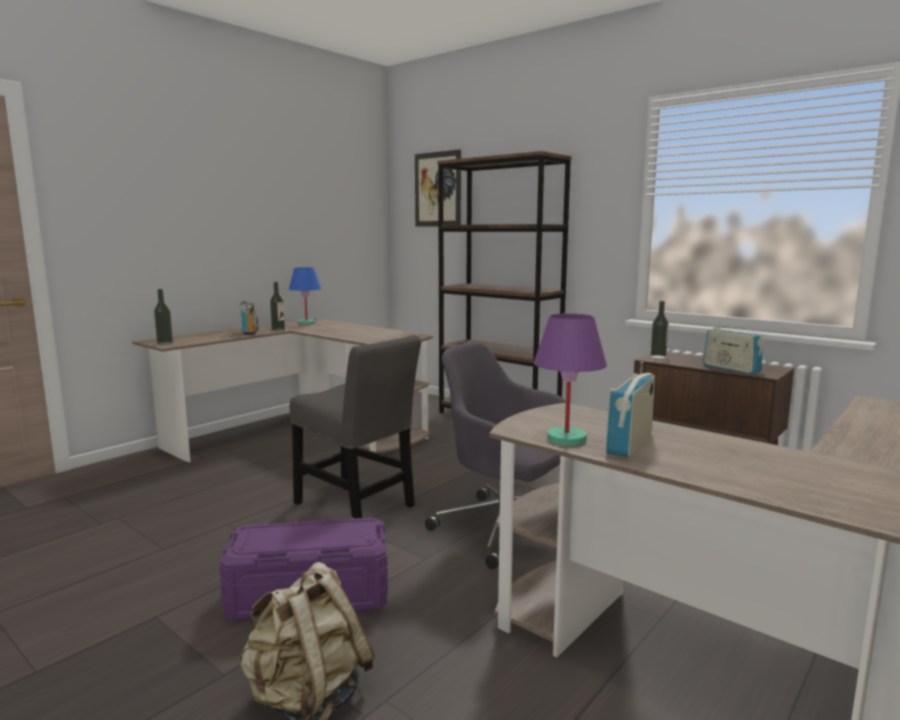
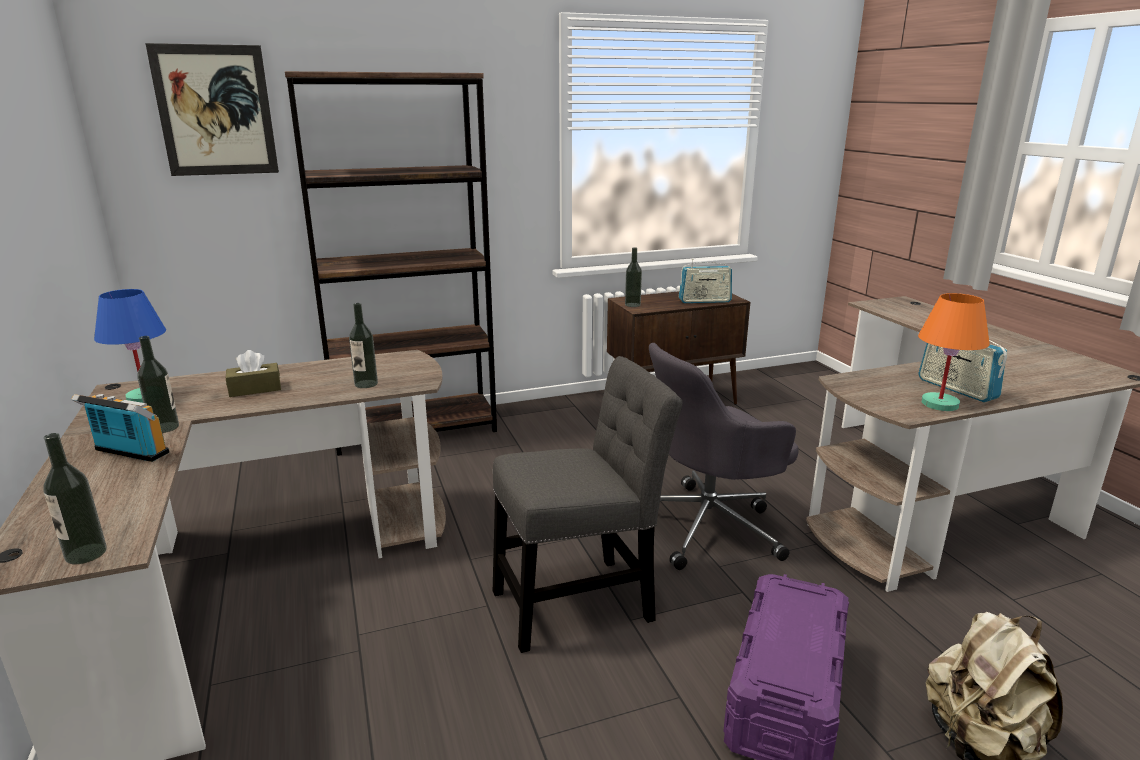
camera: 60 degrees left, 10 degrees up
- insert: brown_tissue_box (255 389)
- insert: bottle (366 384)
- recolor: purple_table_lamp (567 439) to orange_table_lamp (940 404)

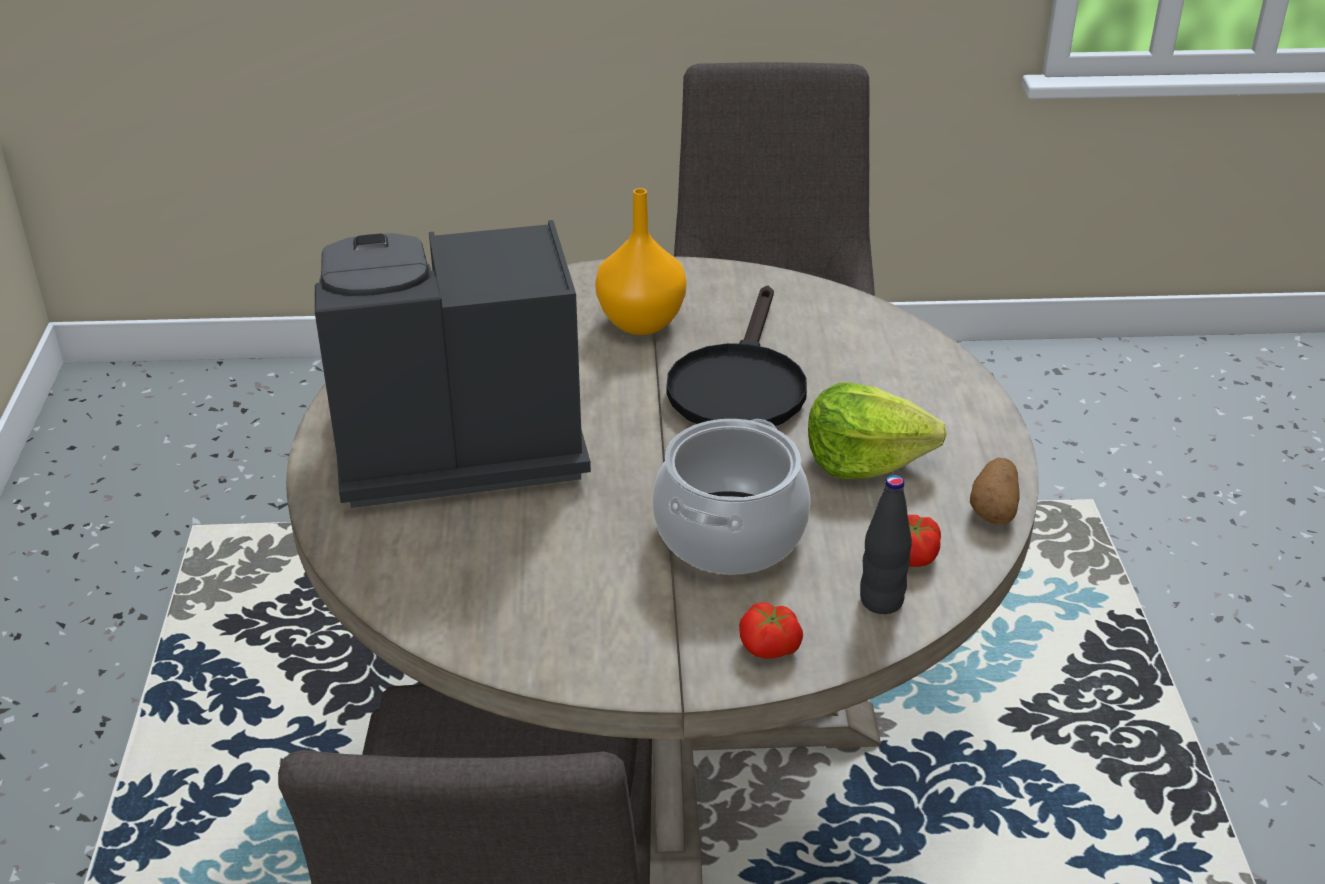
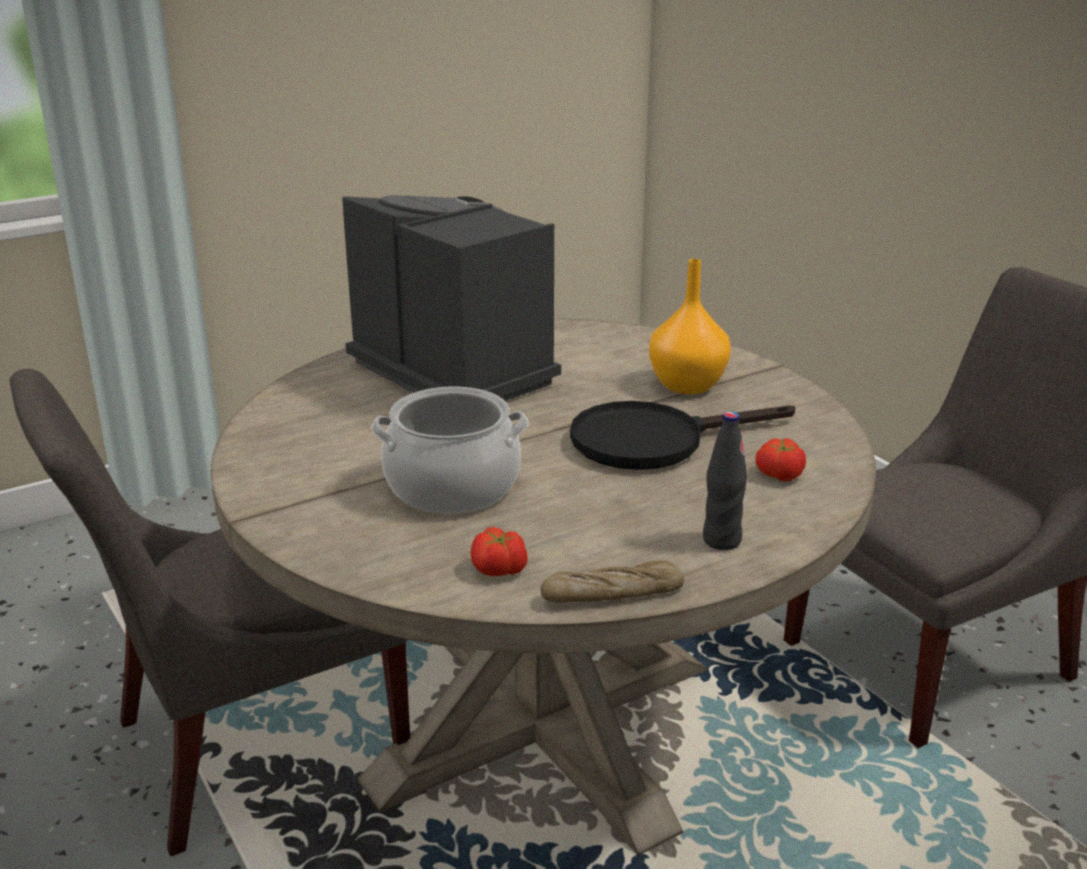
camera: 60 degrees right, 10 degrees down
- delete: lettuce (865 460)
- move: tomato (769 647) to (779 475)
- move: black_bottle (881 601) to (721 541)
- replace: potato (994 508) to bread (612 594)

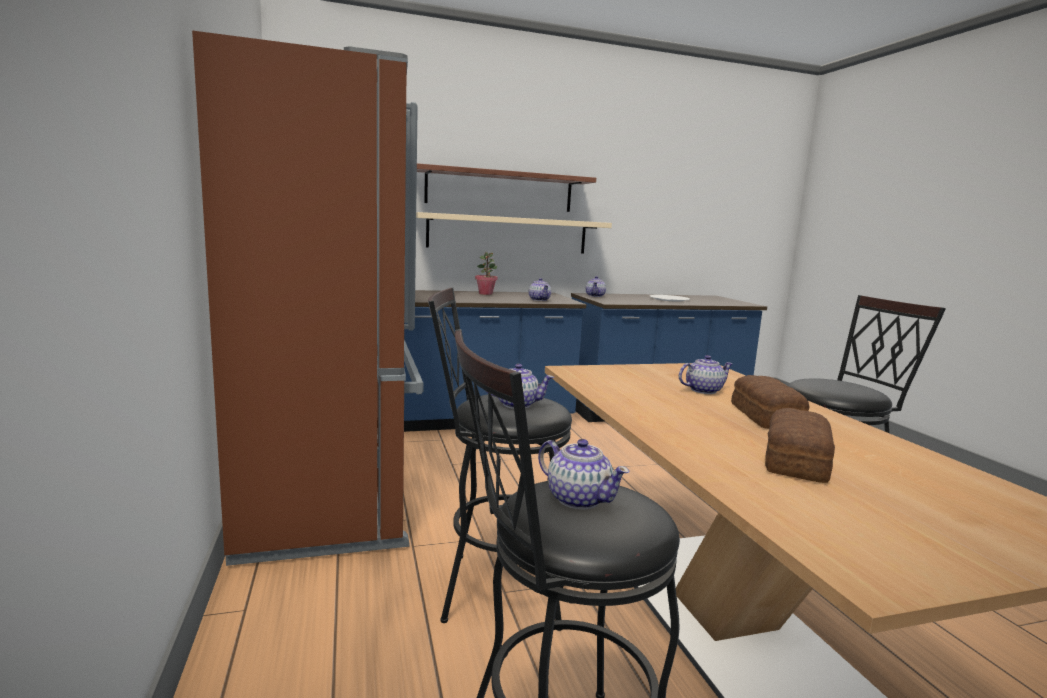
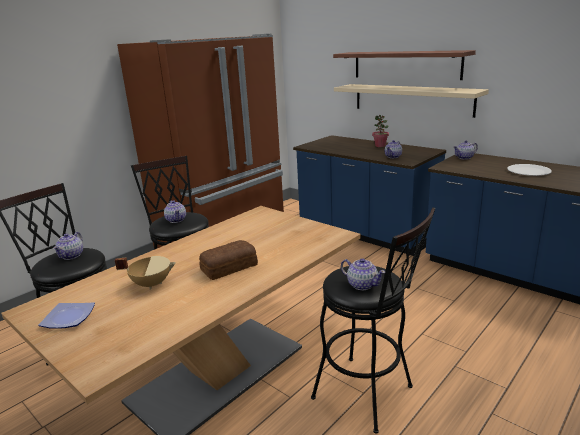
camera: 60 degrees right, 10 degrees up
- insert: plate (70 317)
- move: teapot (703 390) to (362 285)
- replace: bread (794 461) to beige_cooking_pot (151 284)

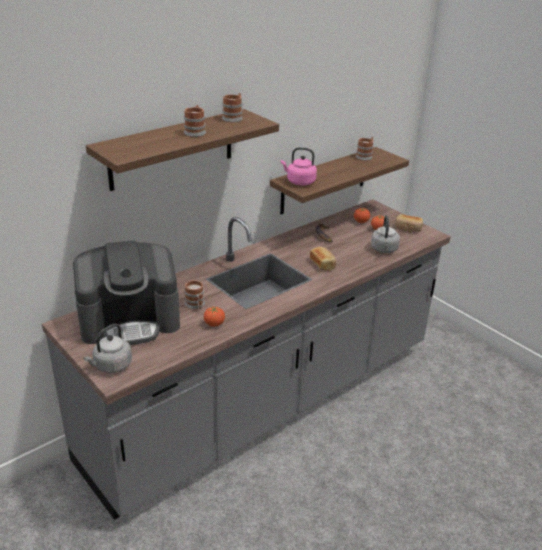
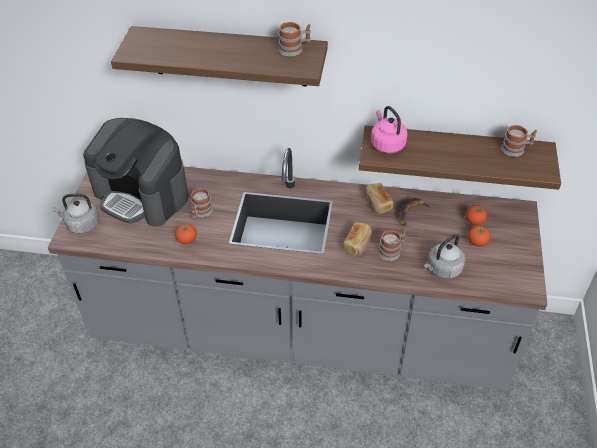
camera: 50 degrees right, 15 degrees up
- move: mug (195 131) to (392 251)
- move: bread (408 228) to (377 203)

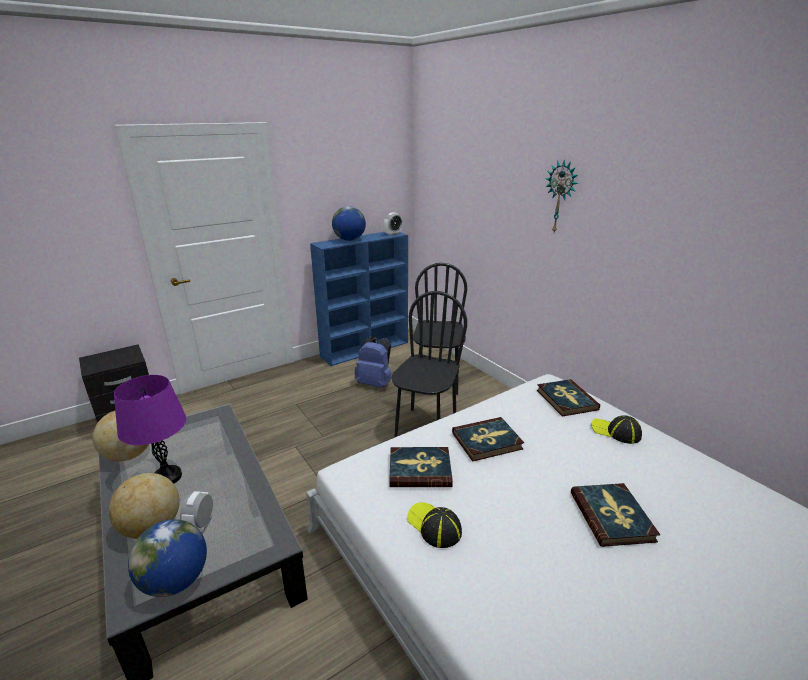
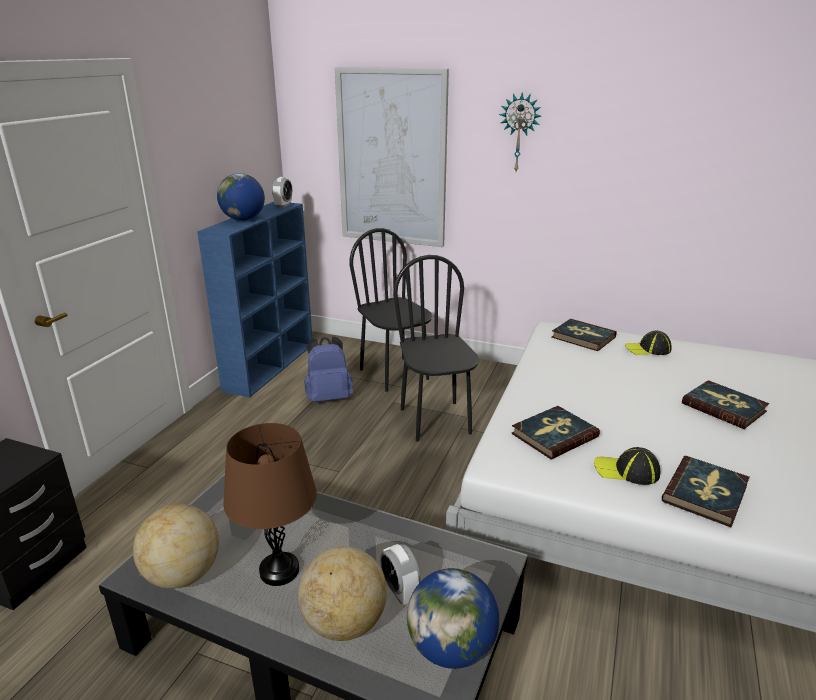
camera: 35 degrees left, 0 degrees up
- insert: picture (392 159)
- move: book (487 441) to (705 493)
- recolor: purple_table_lamp (167 477) to brown_table_lamp (279 570)

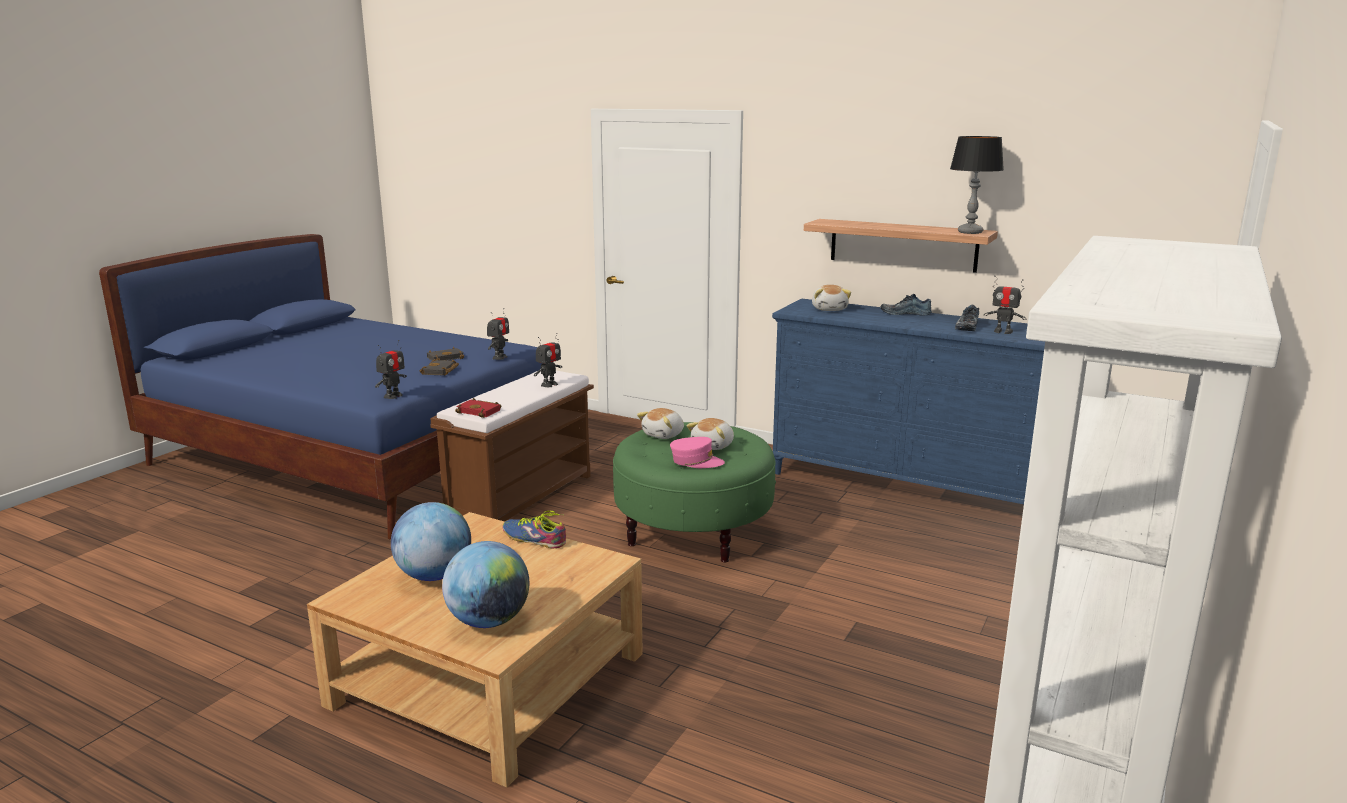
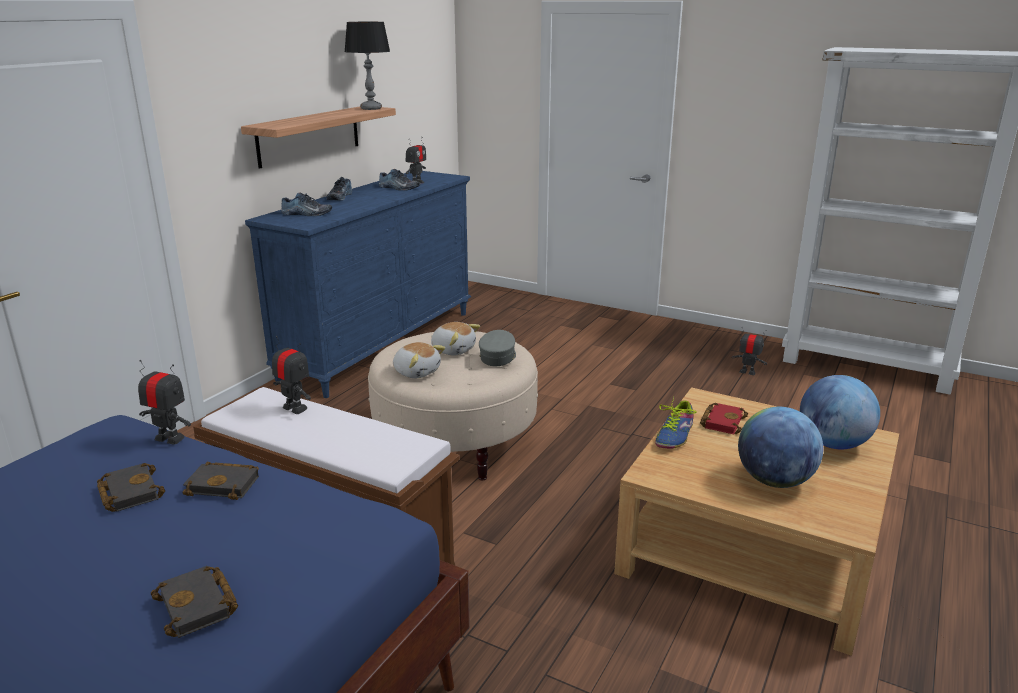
camera: 90 degrees left, 5 degrees up
- insert: black_book (199 606)
- move: toy_robot (393 396) to (747 372)
- move: red_book (480 411) to (722 421)
- replace: plush_toy (830 309) to shoe (306 214)
- recolor: green_ottoman (694 531) to beige_ottoman (455 443)
- recolor: pink_cap (696 461) to grey_cap (498 357)

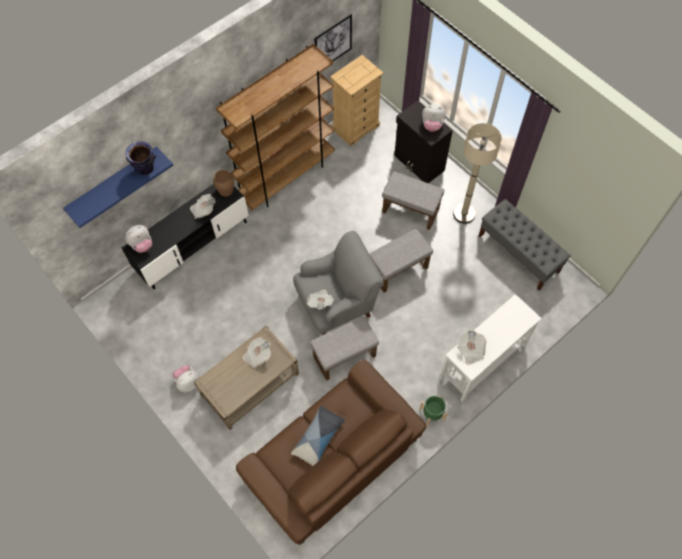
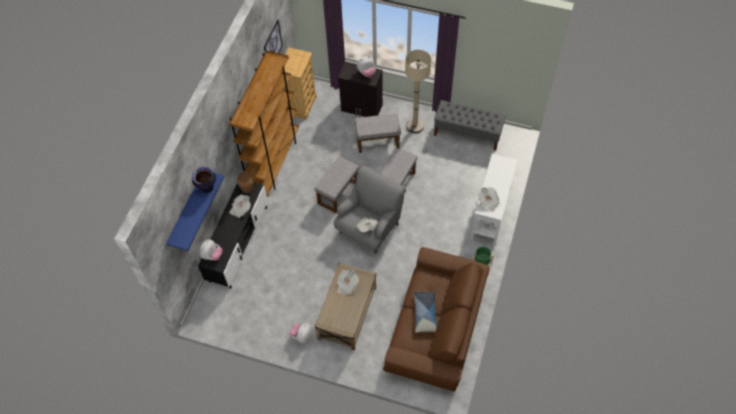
camera: 30 degrees left, 5 degrees down
- move: grey_ottoman (344 357) to (338 193)

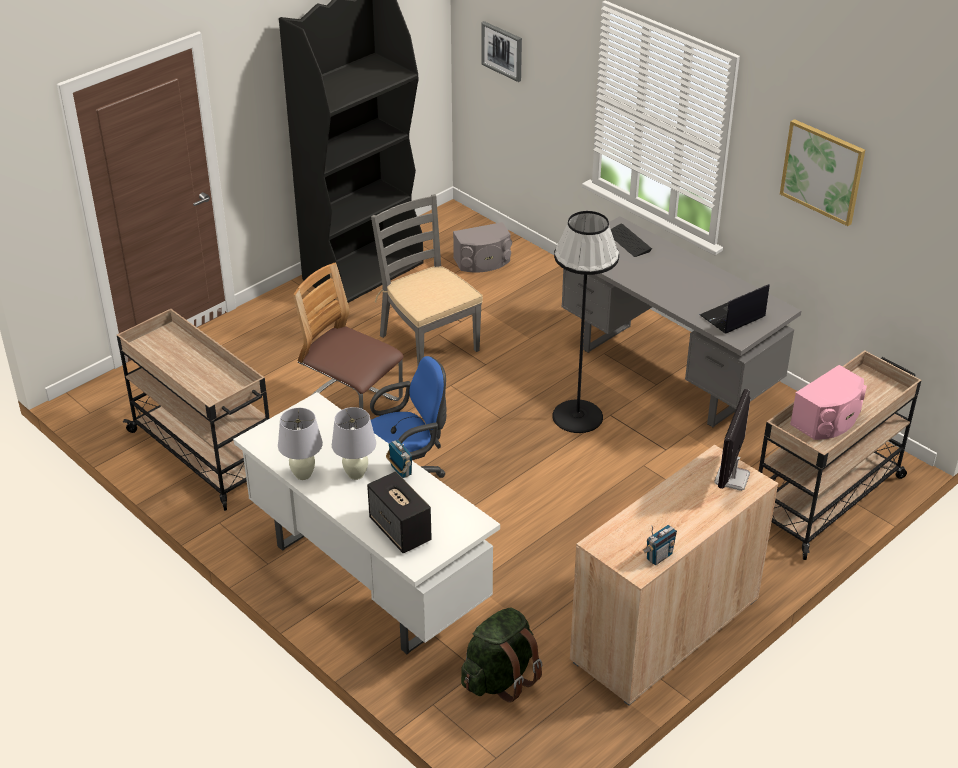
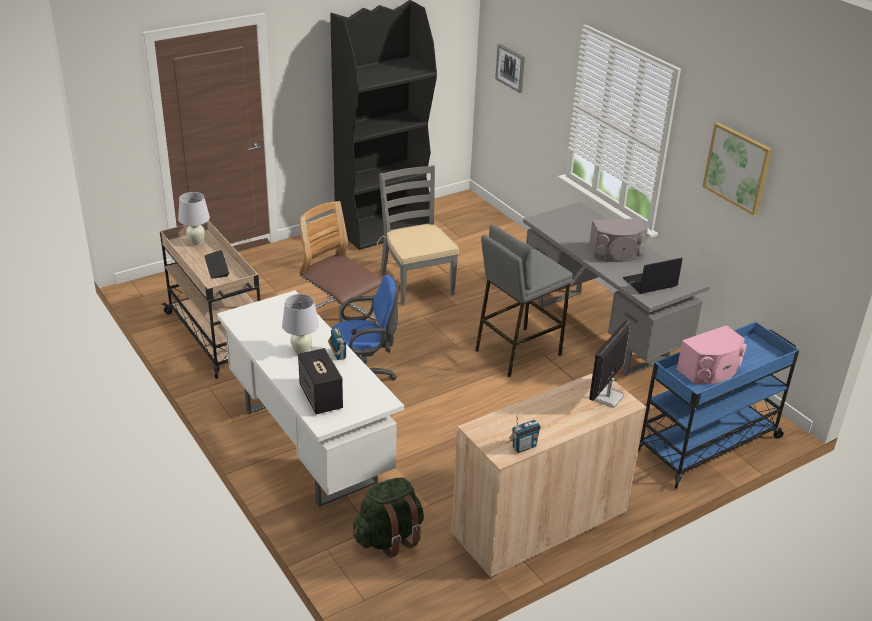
camera: 10 degrees right, 5 degrees down
- move: white_table_lamp (303 475) to (196 242)
- move: grey_speaker (483 262) to (617 253)
- move: keyboard (628 241) to (216 265)
- replace: black_floor_lamp (577 416) to grey_stool (517 352)
- recolor: beige_cart (826 498) to blue_cart (708 443)

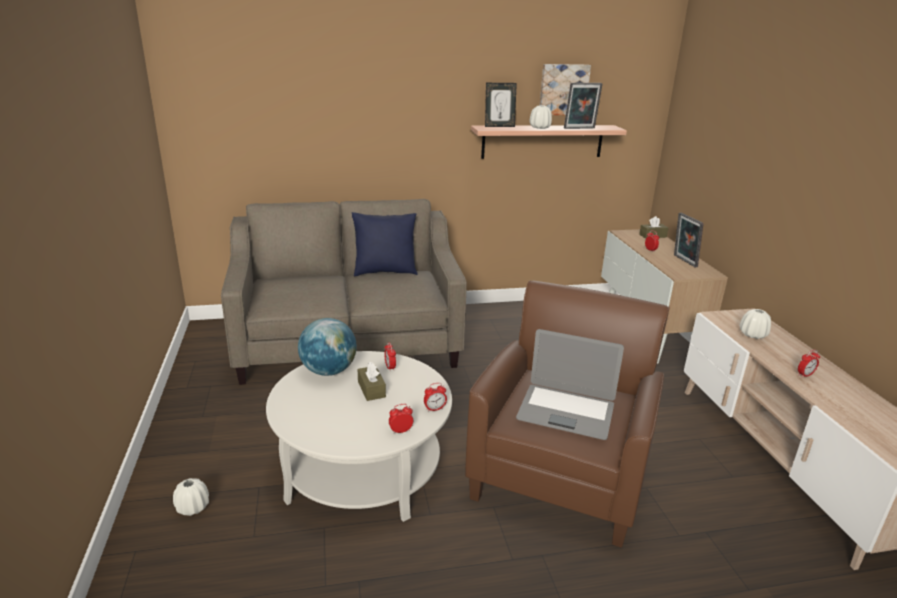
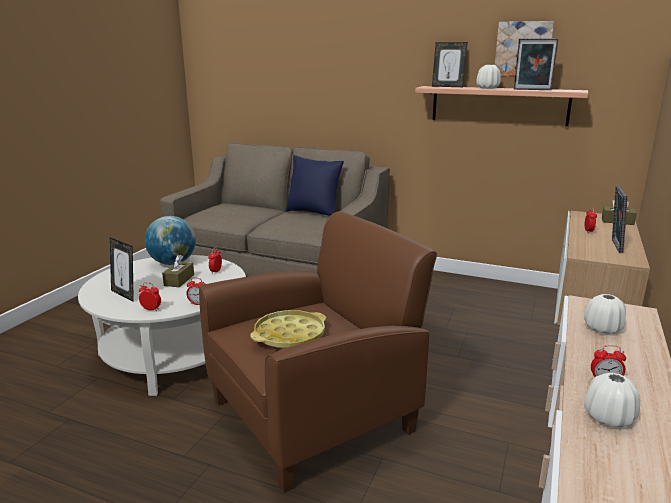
camera: 35 degrees right, 5 degrees down
- insert: picture_frame (125 294)
- move: white_vase (193 507) to (608 418)
- replace: laptop (566 412) to yellow_tray (289 335)

